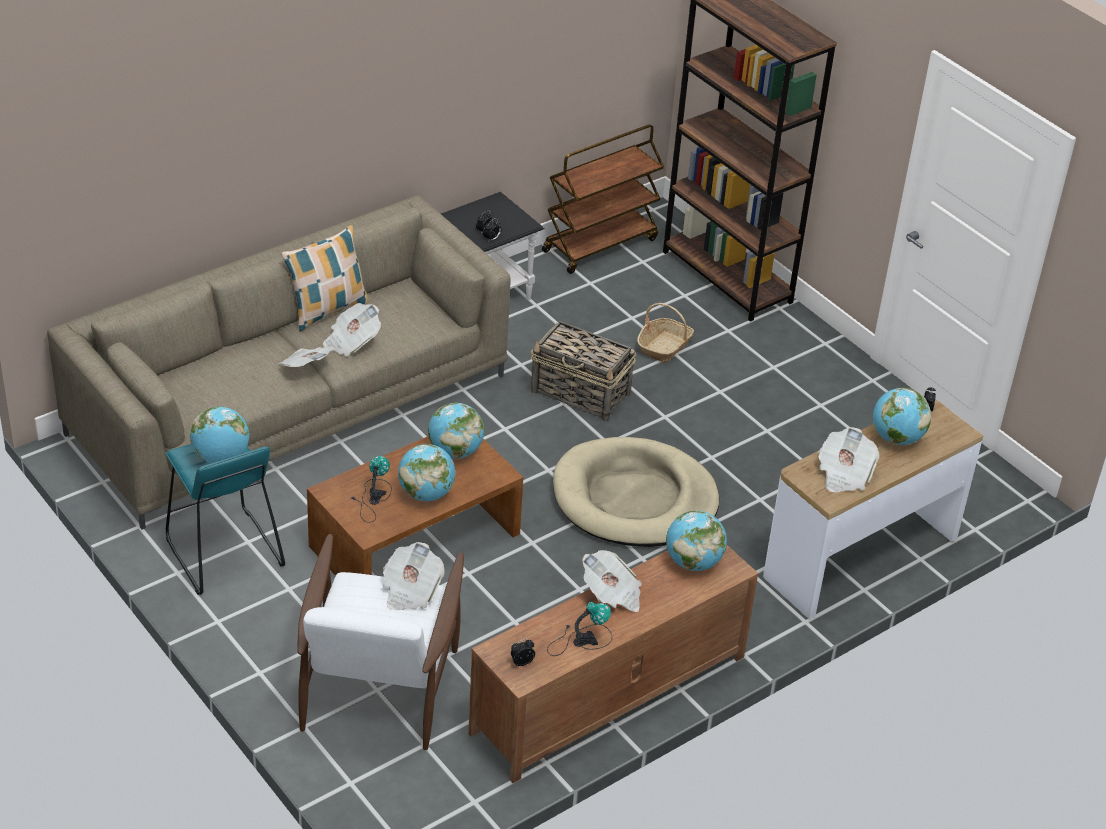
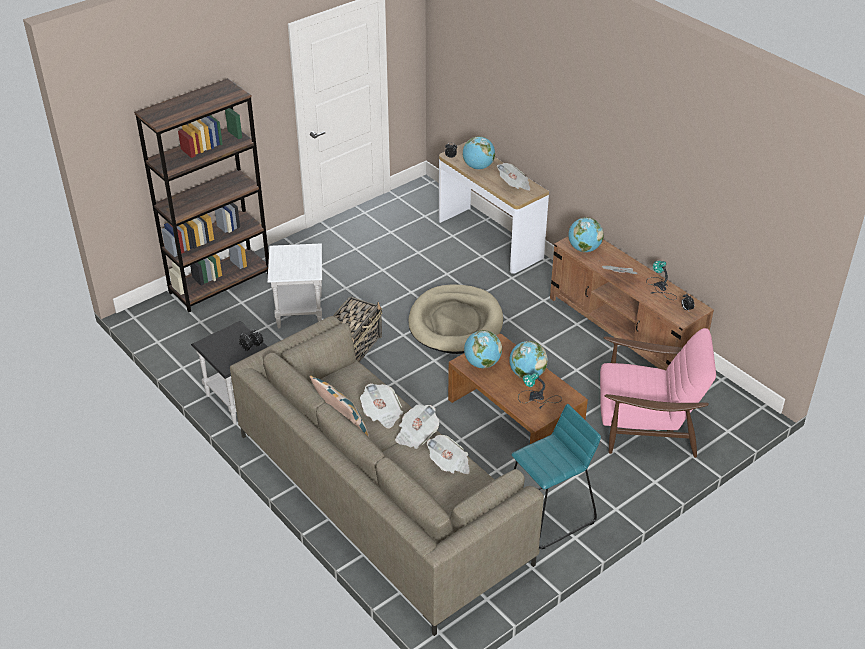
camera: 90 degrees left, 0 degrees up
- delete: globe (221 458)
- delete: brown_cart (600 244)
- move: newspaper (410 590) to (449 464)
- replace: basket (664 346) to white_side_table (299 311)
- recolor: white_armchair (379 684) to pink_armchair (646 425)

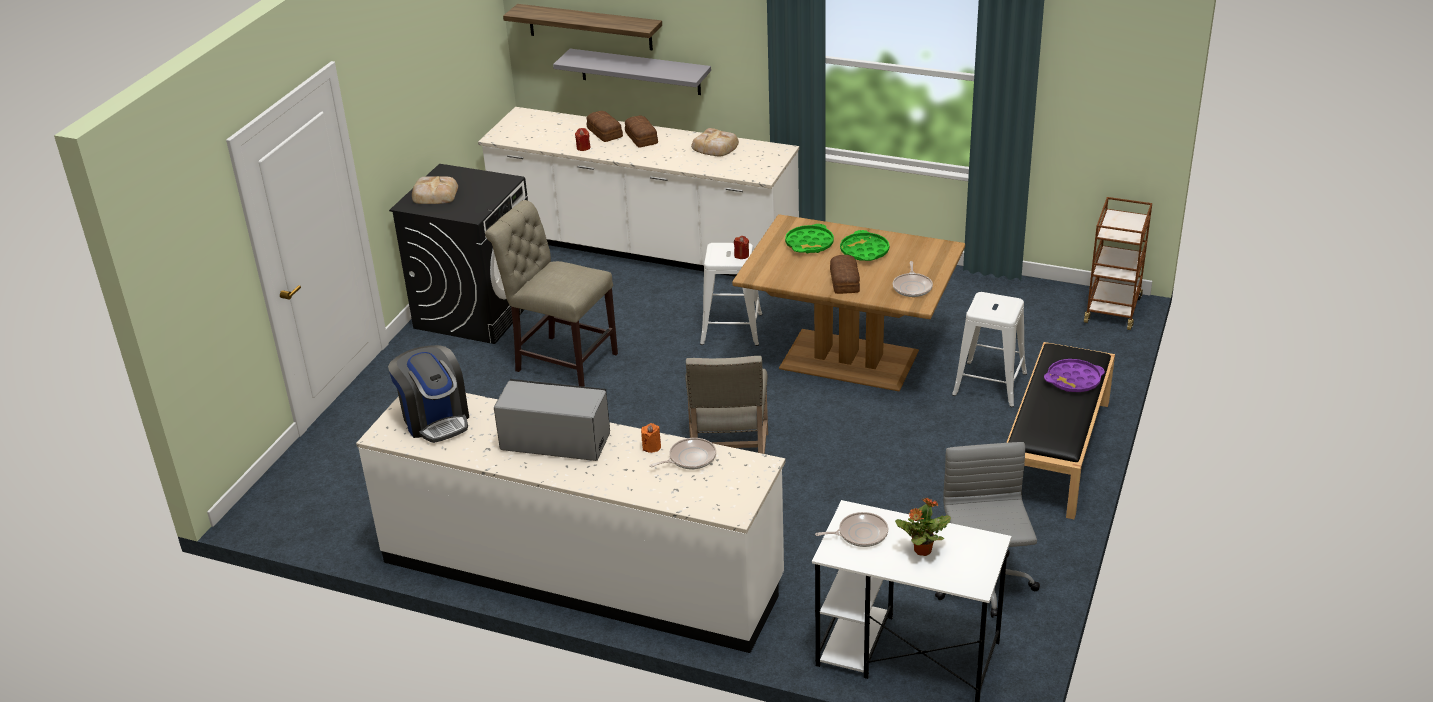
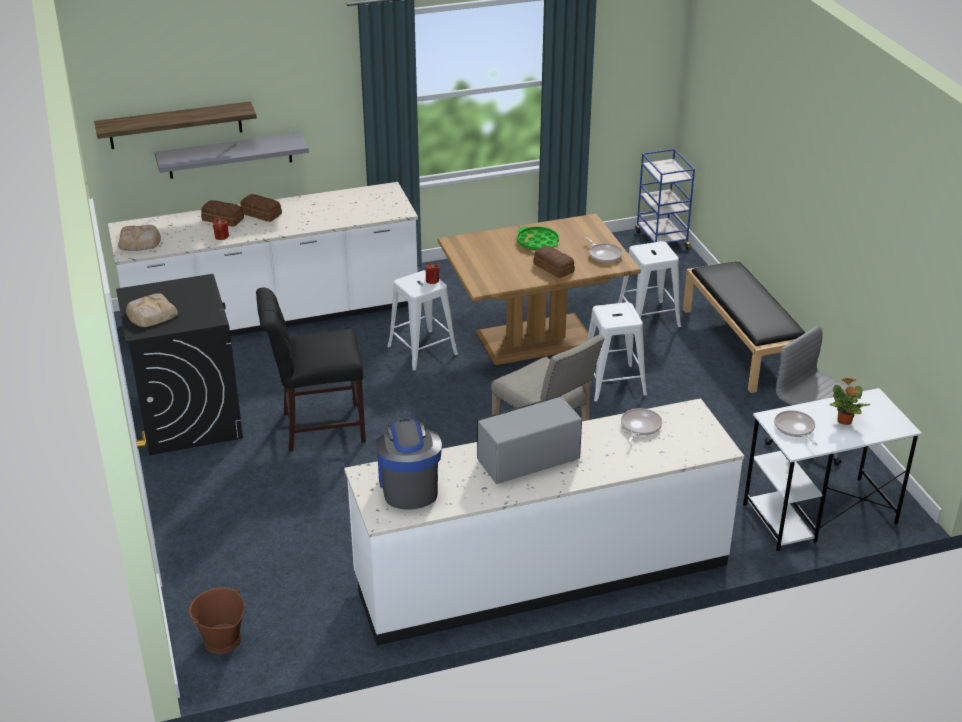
camera: 40 degrees left, 0 degrees up
- delete: orange_candle (651 447)
- delete: green_tray (809 243)
- delete: purple_tray (1073 380)
- insert: brown_bucket (222 640)
- insert: white_stool (613 383)
- move: bread (715 147) to (140 242)
- recolor: beige_chair (561 360) to black_chair (317 427)
- recolor: brown_cart (1112 309) to blue_cart (661 240)
- rotate: coffee_machine (435 419) = (409 486) 120 degrees counterclockwise
- rotate: frying_pan (860 534) = (795 429) 60 degrees counterclockwise

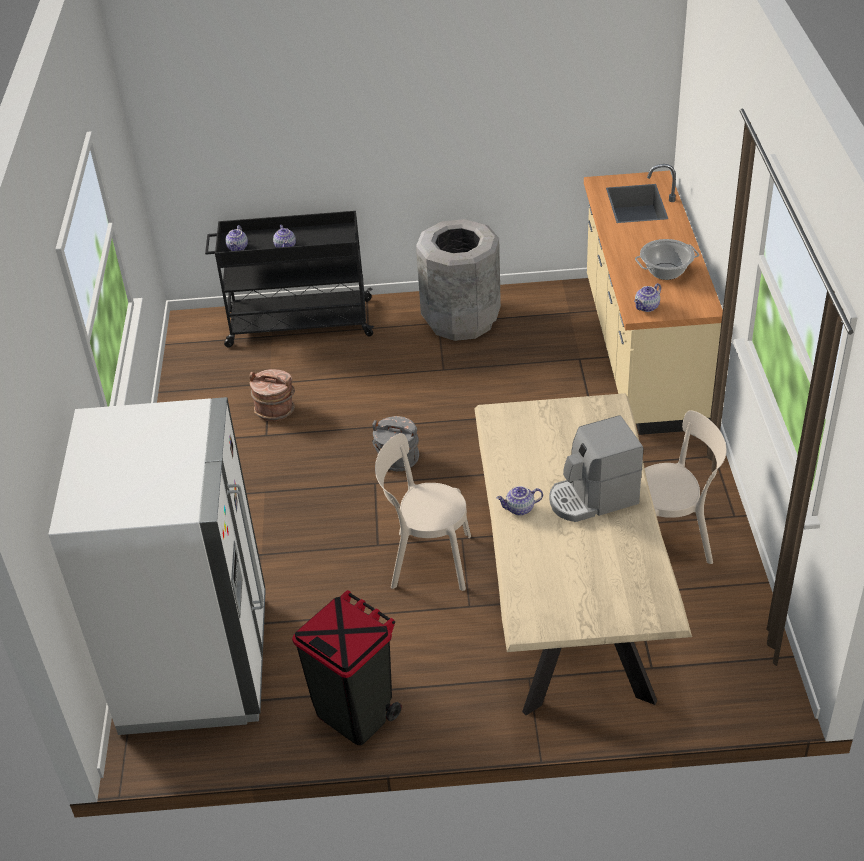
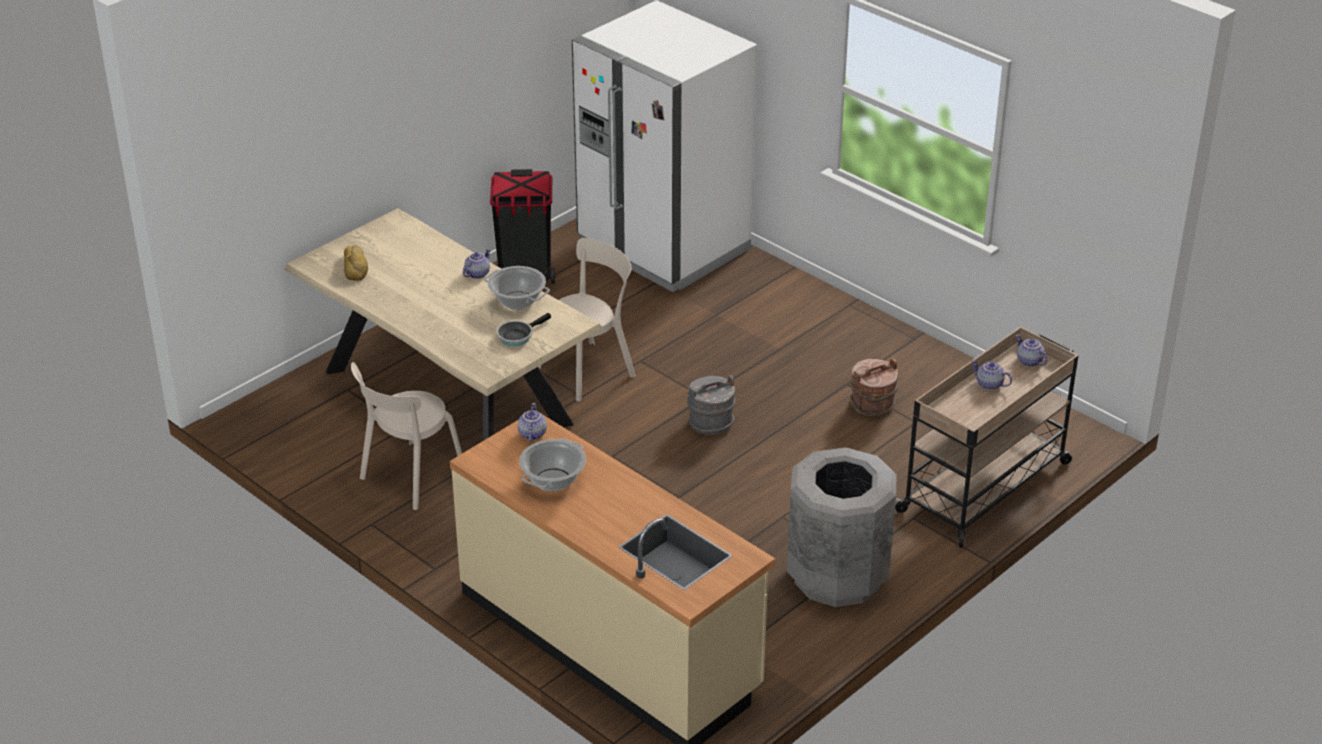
camera: 135 degrees right, 5 degrees down
- delete: coffee_machine (592 498)
- insert: bread (356 266)
- insert: cooking_pot (518 301)
- insert: frying_pan (517 336)
- recolor: black_cart (297 323) to beige_cart (986 486)

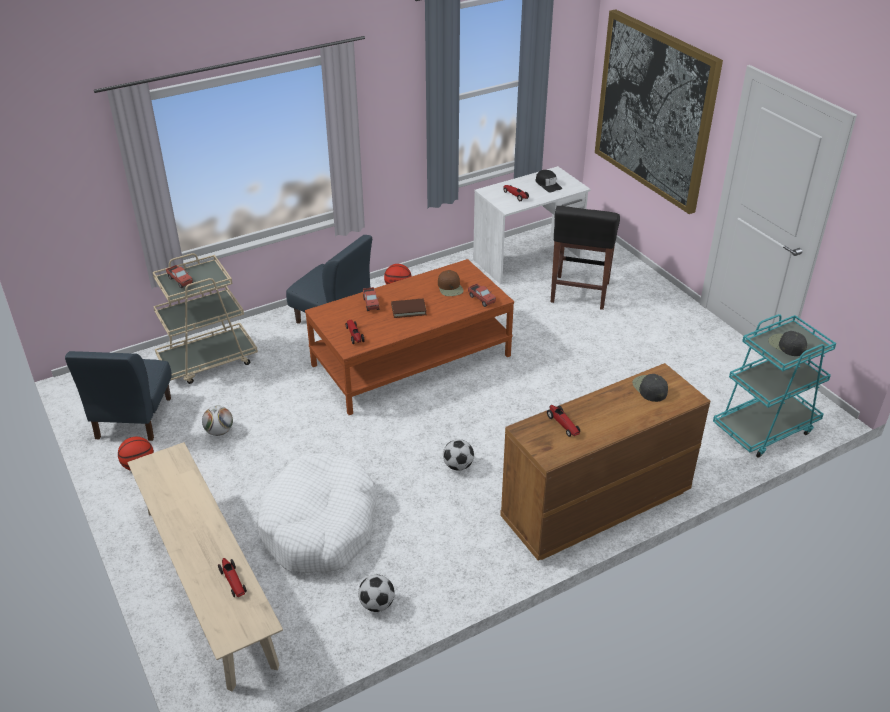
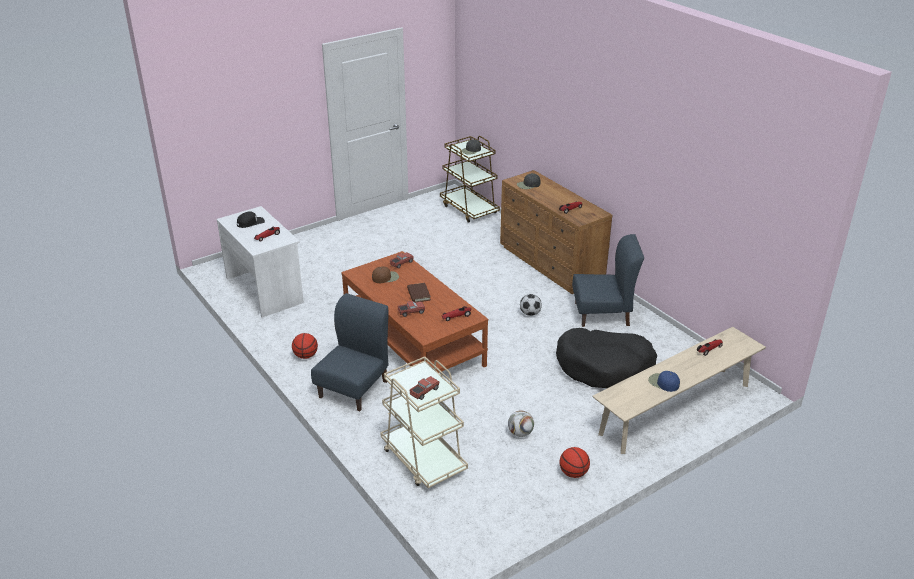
camera: 95 degrees left, 5 degrees down
- delete: football (377 604)
- delete: black_stool (579 293)
- delete: picture (655 110)
- insert: blue_cap (663 383)
- move: blue_chair (133 418) to (602 314)
- recolor: white_dog_bed (319 525) to black_dog_bed (604 367)
- recolor: turquoise_cart (764 428) to brown_cart (469 209)

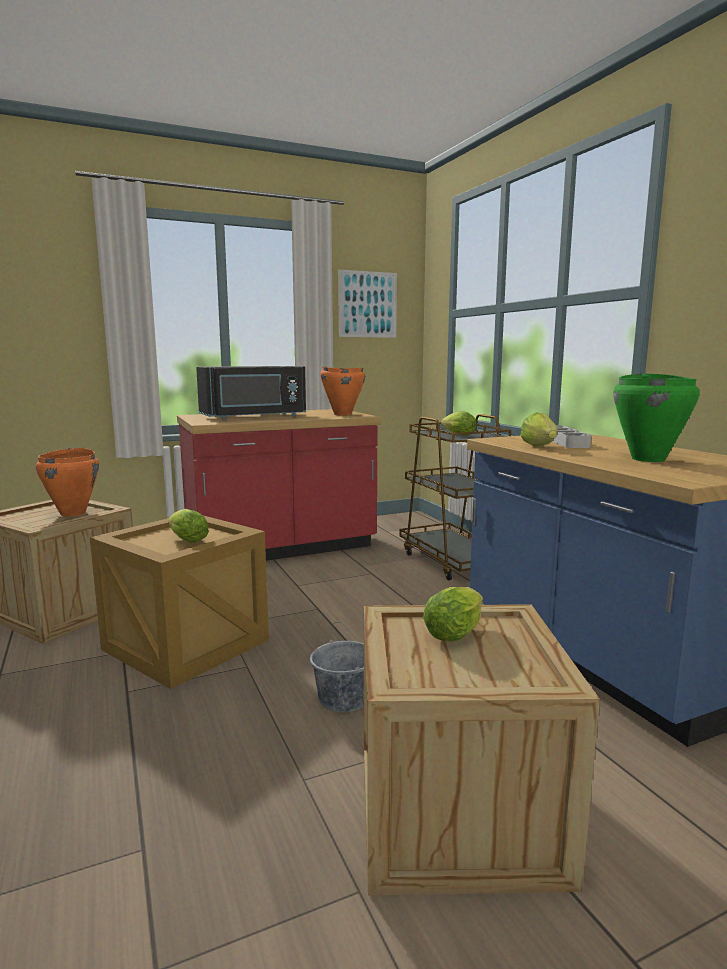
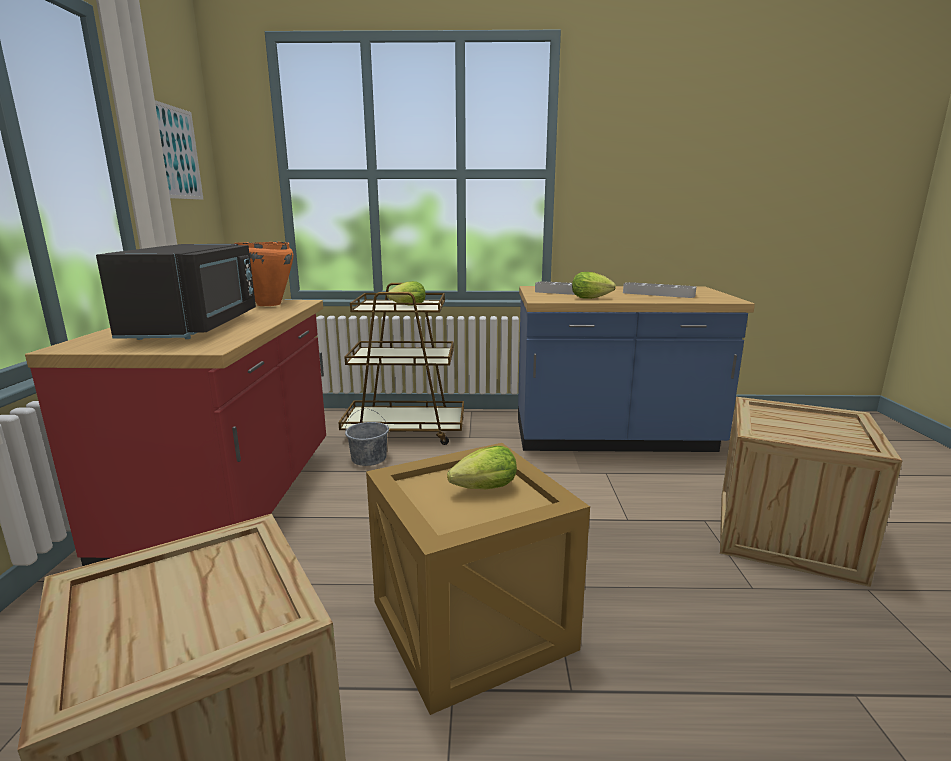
camera: 65 degrees left, 5 degrees up
- delete: orange_cooking_pot (73 513)
- delete: lettuce (456 632)
- move: grey_bucket (344 698) to (369 458)
- replace: green_cooking_pot (648 459) to grey_tray (658 294)

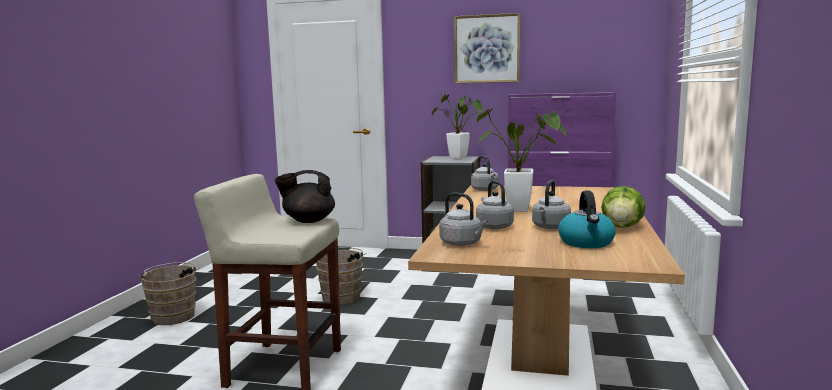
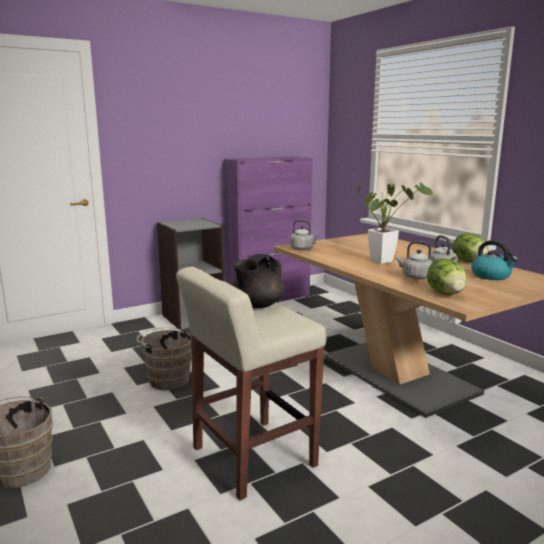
camera: 45 degrees left, 5 degrees up
- delete: potted_plant (461 158)
- delete: picture (487 49)
- replace: grey_kettle (462 243) to lettuce (446 293)

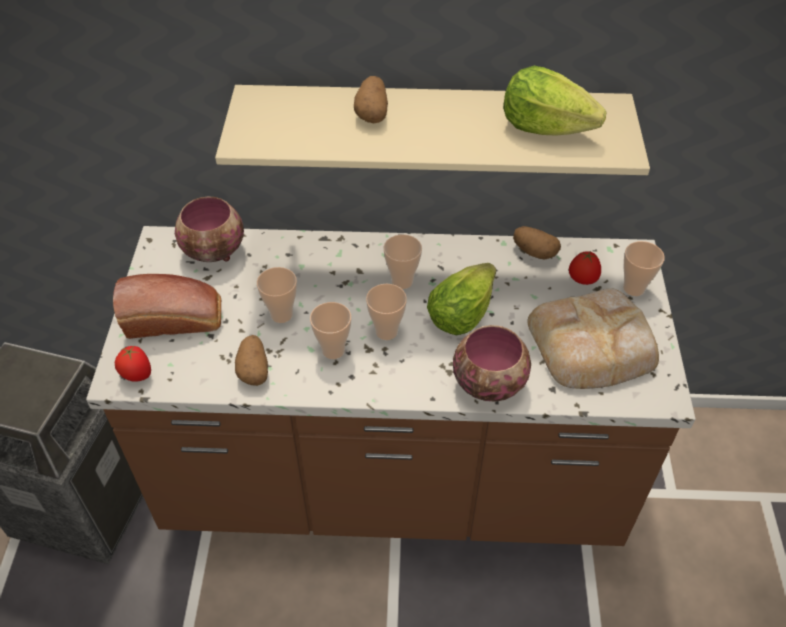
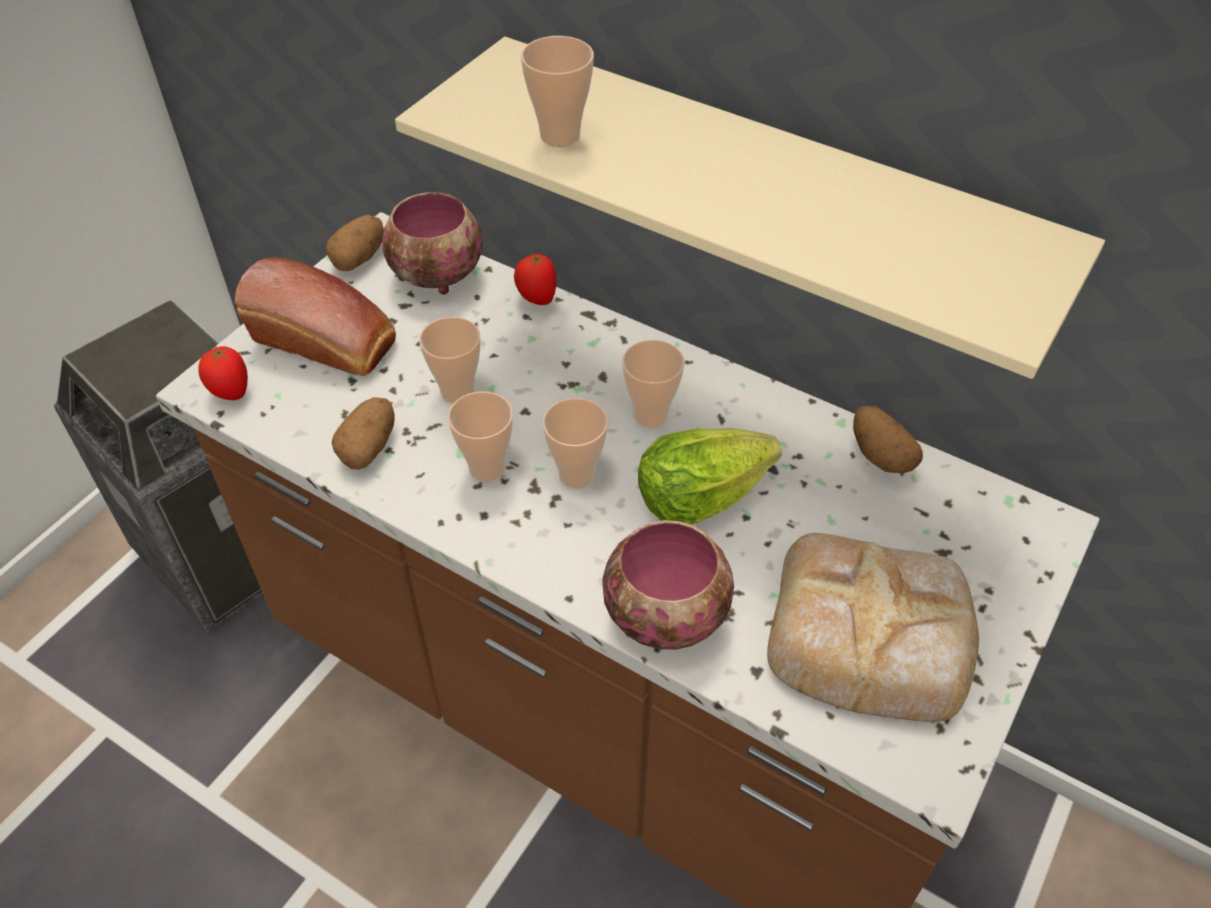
camera: 30 degrees right, 0 degrees up
- delete: lettuce (545 127)
- move: potato (372 113) to (359 258)
- move: tomato (582 280) to (536 298)
- move: cup (633 288) to (560 136)

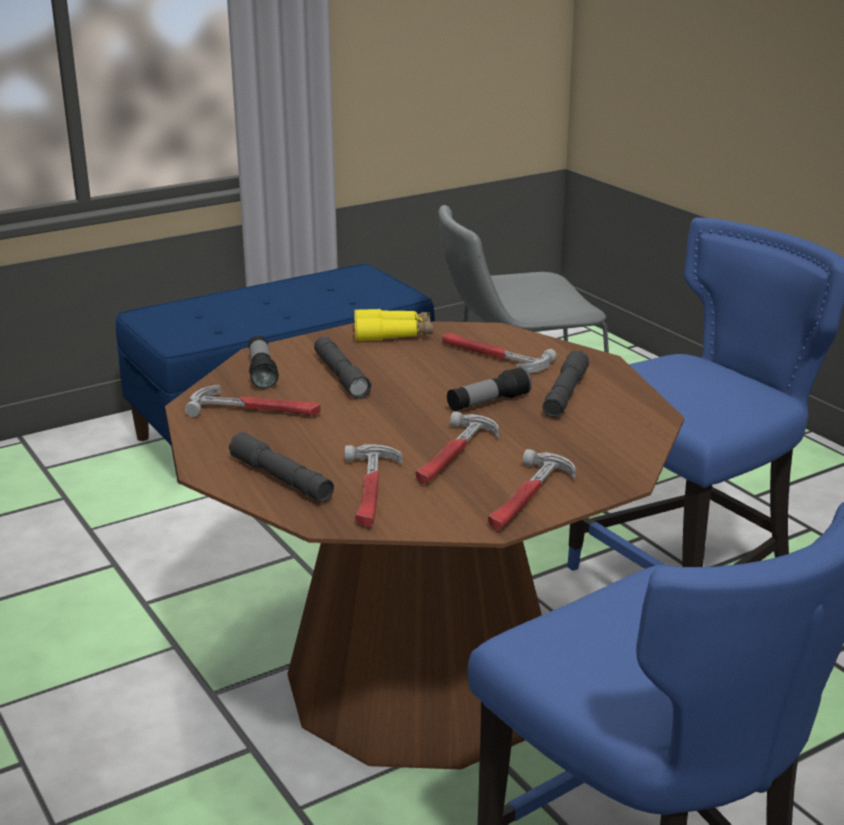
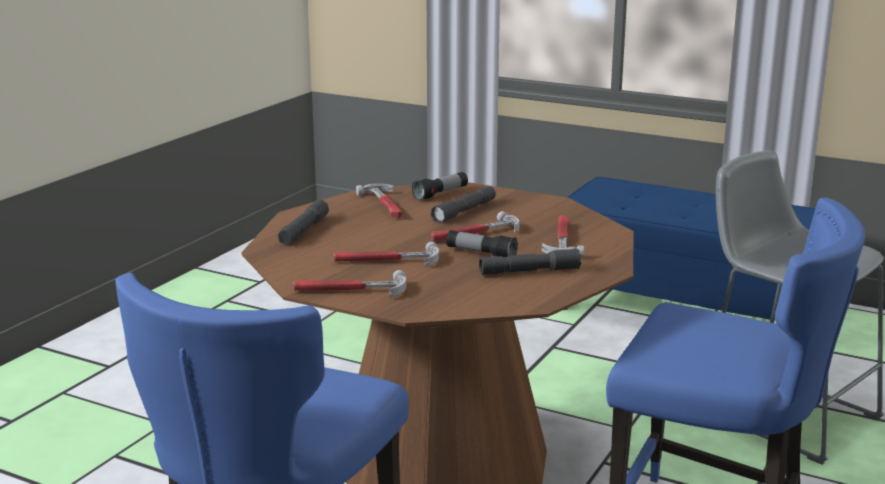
camera: 60 degrees right, 5 degrees down
- delete: yellow_binoculars (393 334)
- move: hammer (371 491) to (475 234)

